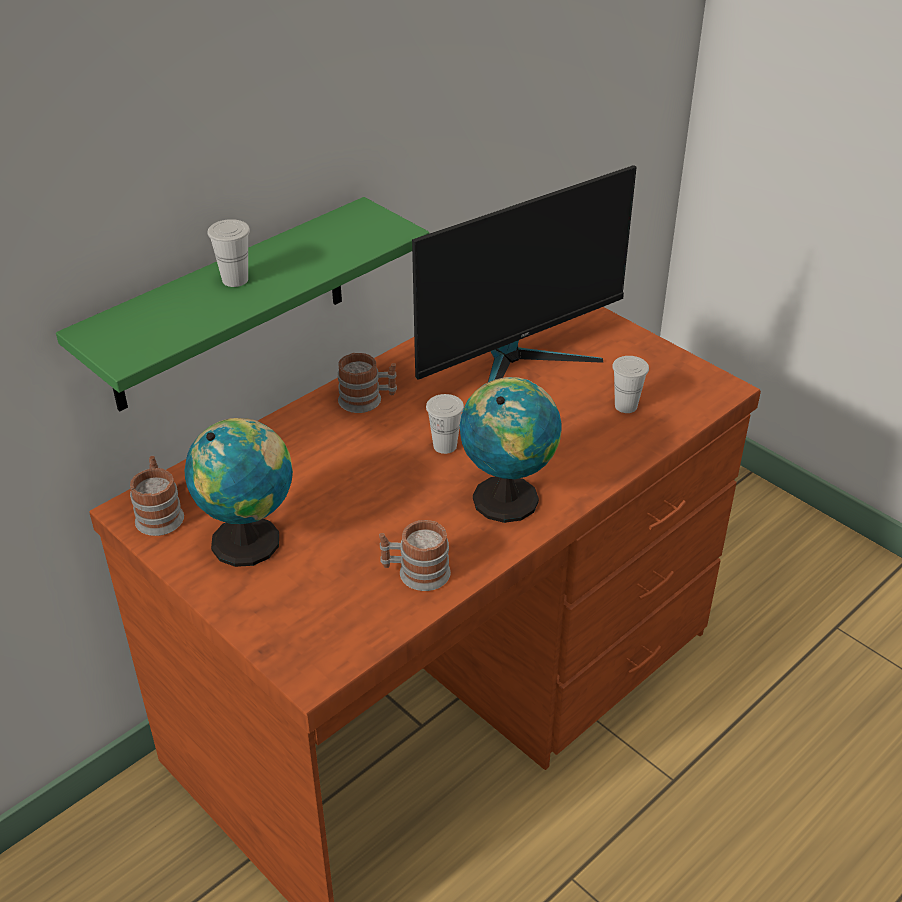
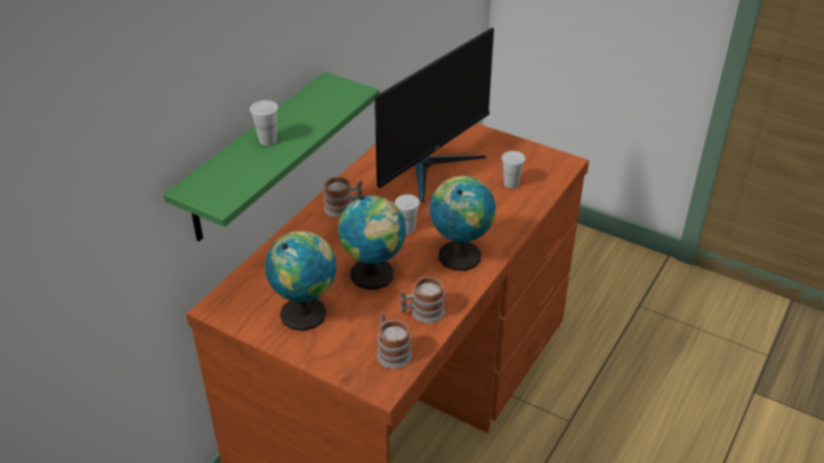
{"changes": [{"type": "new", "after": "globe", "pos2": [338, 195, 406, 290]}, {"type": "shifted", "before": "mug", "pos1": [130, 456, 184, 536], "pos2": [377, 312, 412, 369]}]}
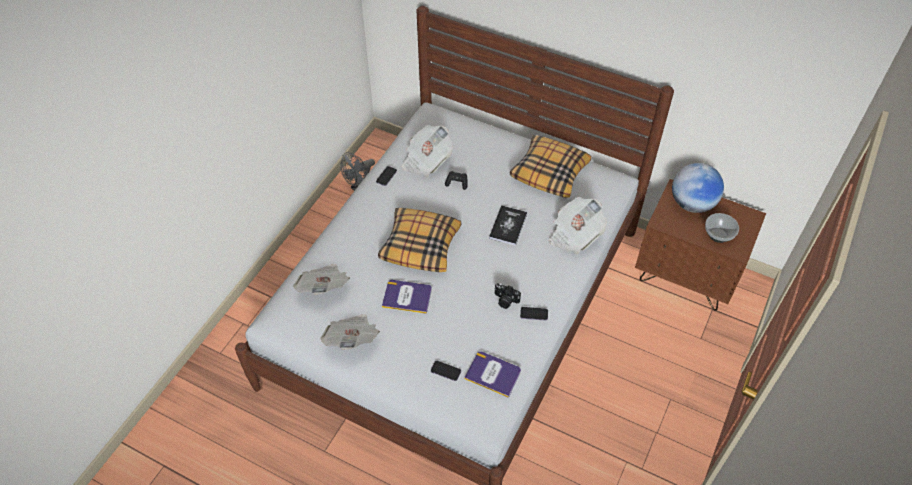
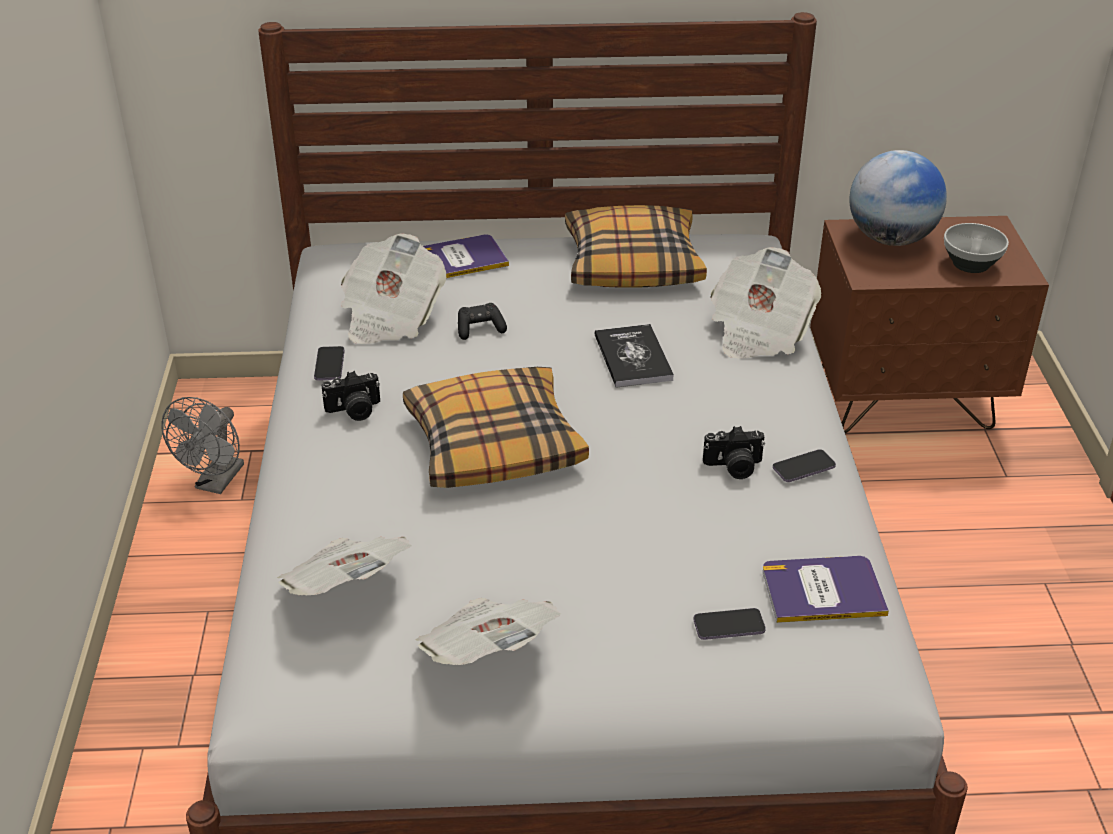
{"changes": [{"type": "new", "after": "still camera", "pos2": [321, 371, 380, 421]}, {"type": "shifted", "before": "volume", "pos1": [382, 280, 432, 314], "pos2": [423, 234, 509, 278]}]}
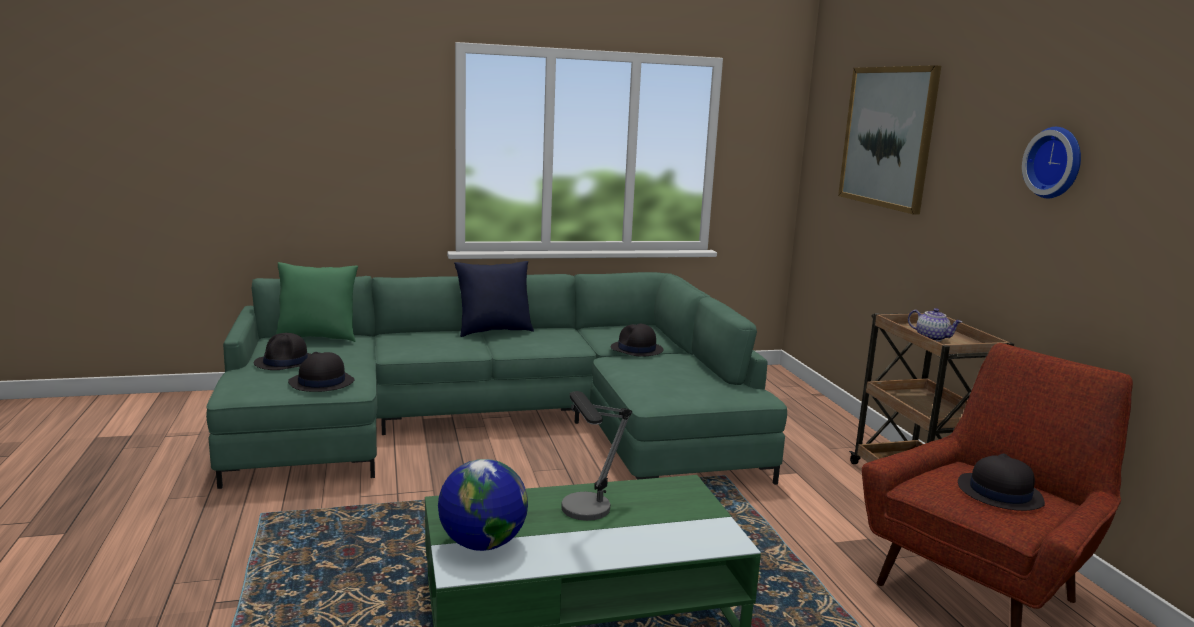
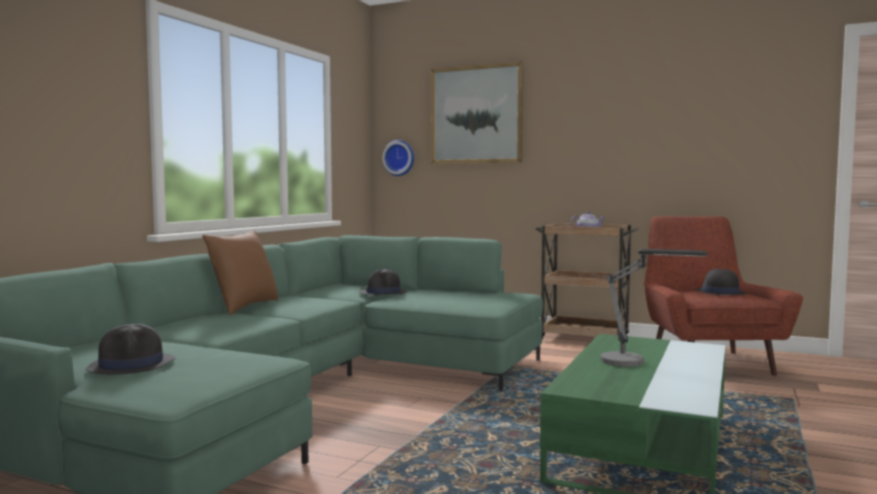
{"changes": [{"type": "repainted", "before": "cushion (bluish)", "after": "cushion (brown)", "pos1": [454, 261, 534, 337], "pos2": [202, 231, 279, 315]}, {"type": "shifted", "before": "hanging clock", "pos1": [1022, 127, 1081, 198], "pos2": [382, 140, 414, 176]}, {"type": "gone", "before": "cushion (greenish)", "pos1": [276, 262, 358, 342]}, {"type": "gone", "before": "hat (black)", "pos1": [288, 352, 354, 392]}, {"type": "gone", "before": "globe", "pos1": [438, 459, 528, 551]}]}
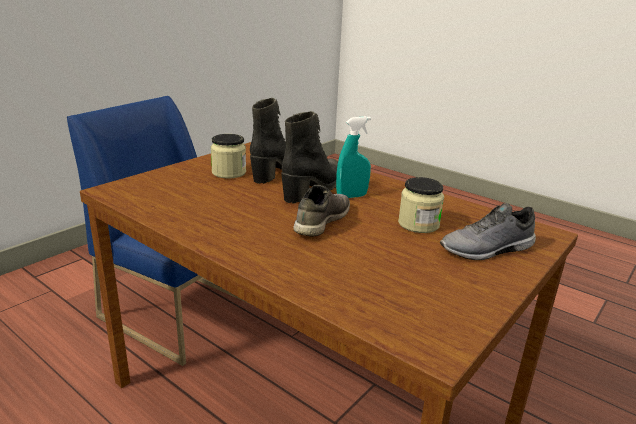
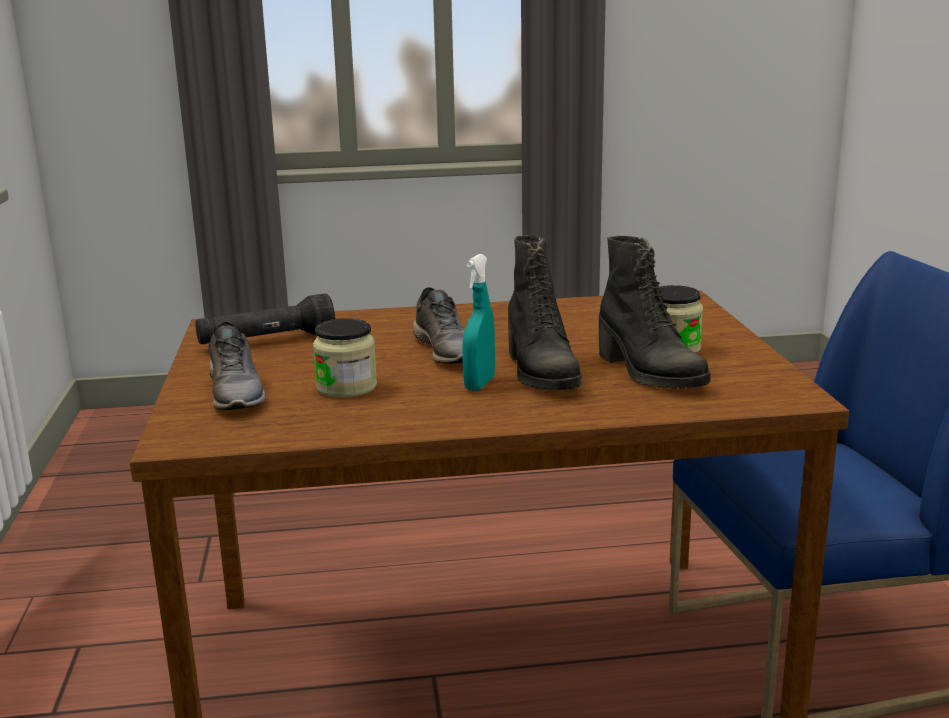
{"changes": [{"type": "new", "after": "torch (black)", "pos2": [195, 293, 335, 344]}, {"type": "rotated", "before": "item of footwear (grey)", "pos1": [440, 203, 536, 260], "pos2": [208, 321, 266, 410], "turn": 135}]}
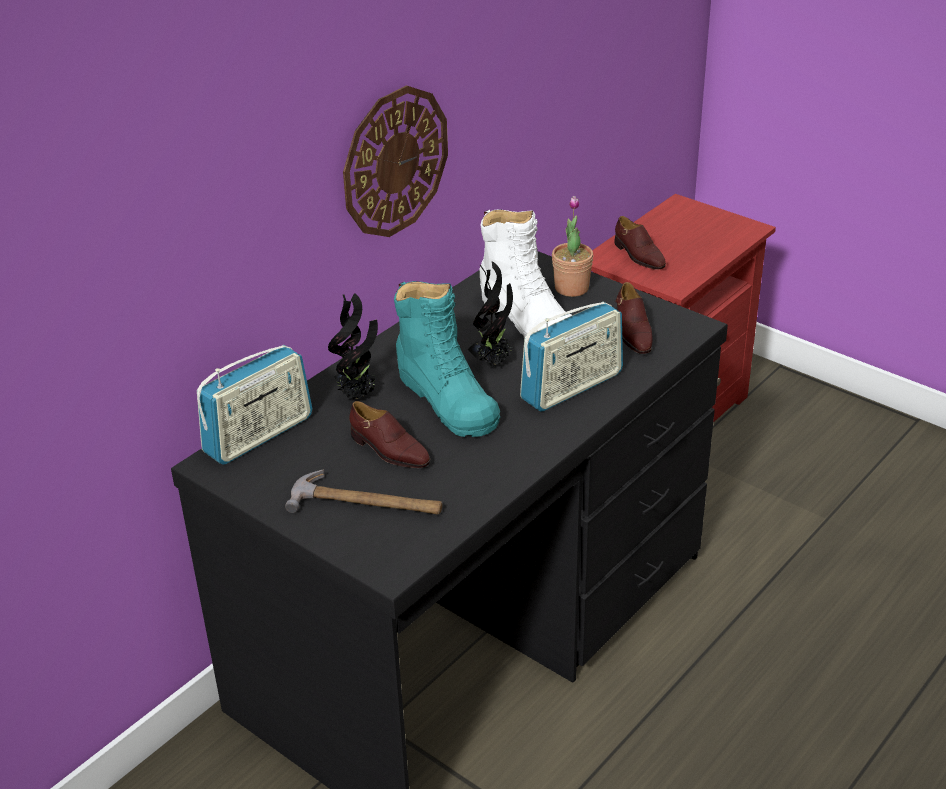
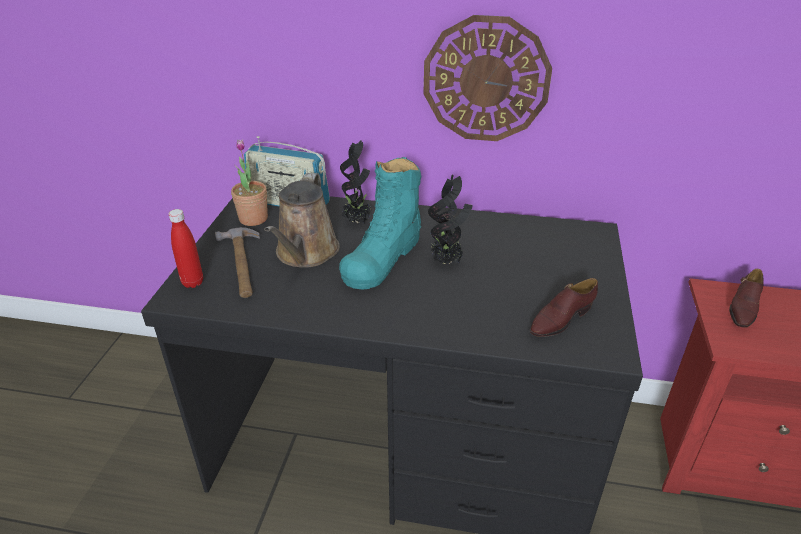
{"changes": [{"type": "new", "after": "drink bottle (reddish)", "pos2": [169, 209, 203, 288]}, {"type": "shifted", "before": "houseplant", "pos1": [552, 196, 593, 297], "pos2": [231, 140, 268, 226]}, {"type": "swapped", "before": "item of footwear (brown)", "after": "sprinkling can (brown)", "pos1": [350, 401, 430, 468], "pos2": [265, 173, 340, 268]}, {"type": "gone", "before": "high-top boot (white)", "pos1": [480, 209, 572, 338]}, {"type": "gone", "before": "radio receiver", "pos1": [520, 302, 623, 411]}]}
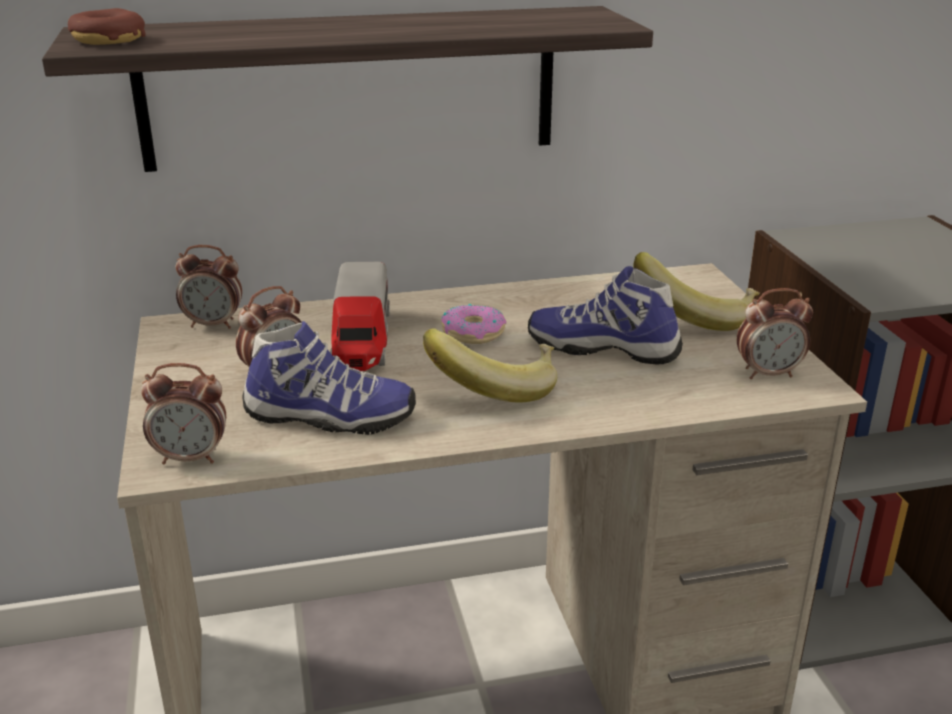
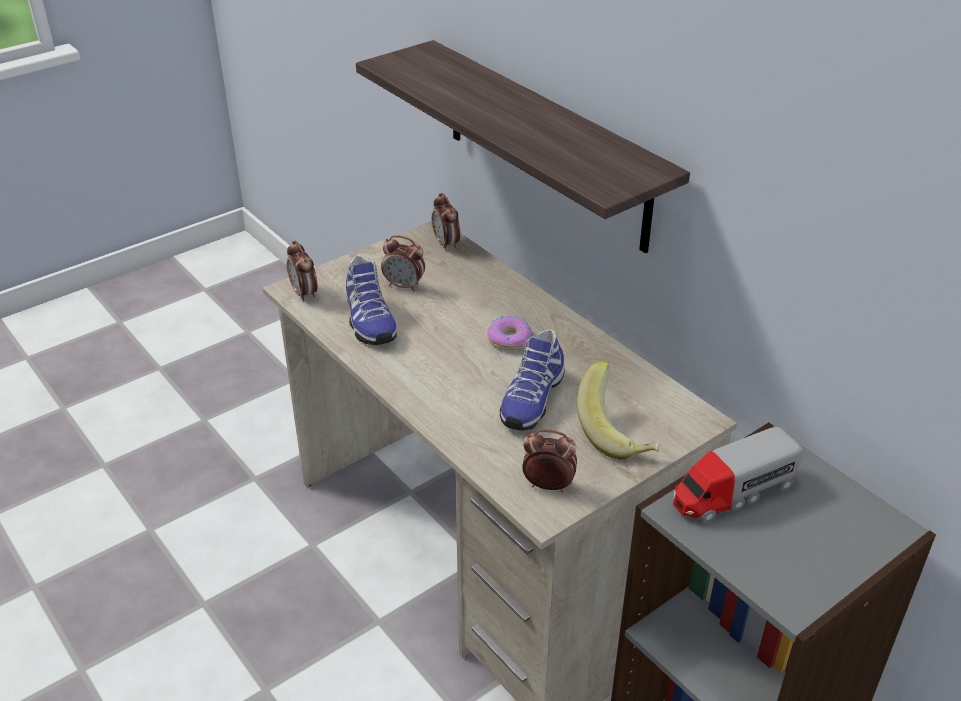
{"changes": [{"type": "rotated", "before": "item of footwear", "pos1": [528, 266, 683, 365], "pos2": [500, 329, 565, 430], "turn": -150}, {"type": "rotated", "before": "bedside clock", "pos1": [737, 288, 813, 379], "pos2": [522, 430, 577, 492], "turn": 135}, {"type": "shifted", "before": "model truck", "pos1": [330, 262, 390, 371], "pos2": [673, 427, 803, 523]}, {"type": "gone", "before": "donut", "pos1": [68, 8, 146, 45]}, {"type": "gone", "before": "whole banana", "pos1": [423, 328, 557, 403]}]}
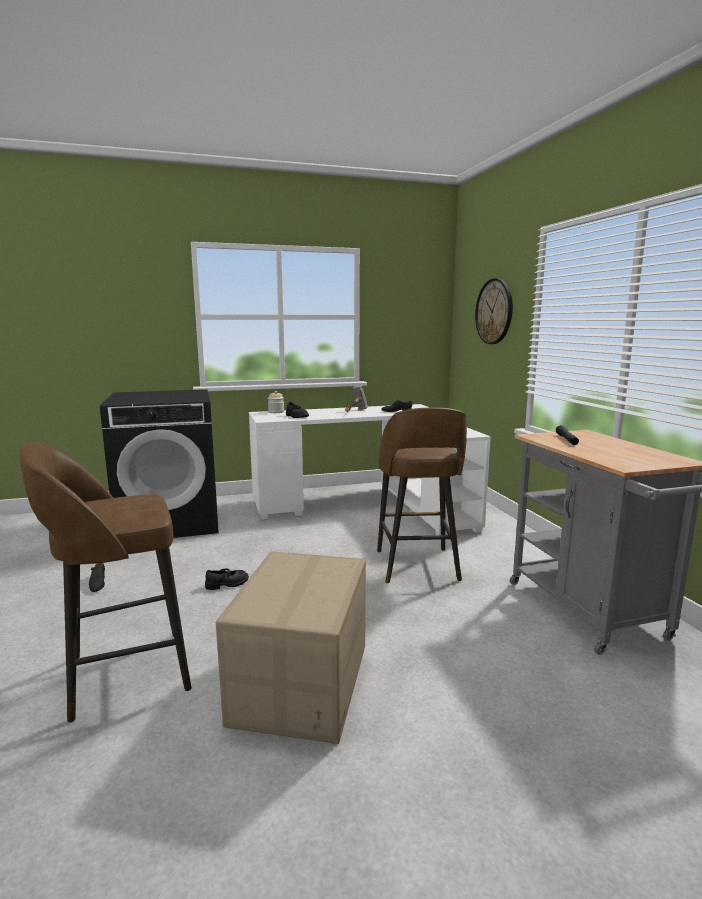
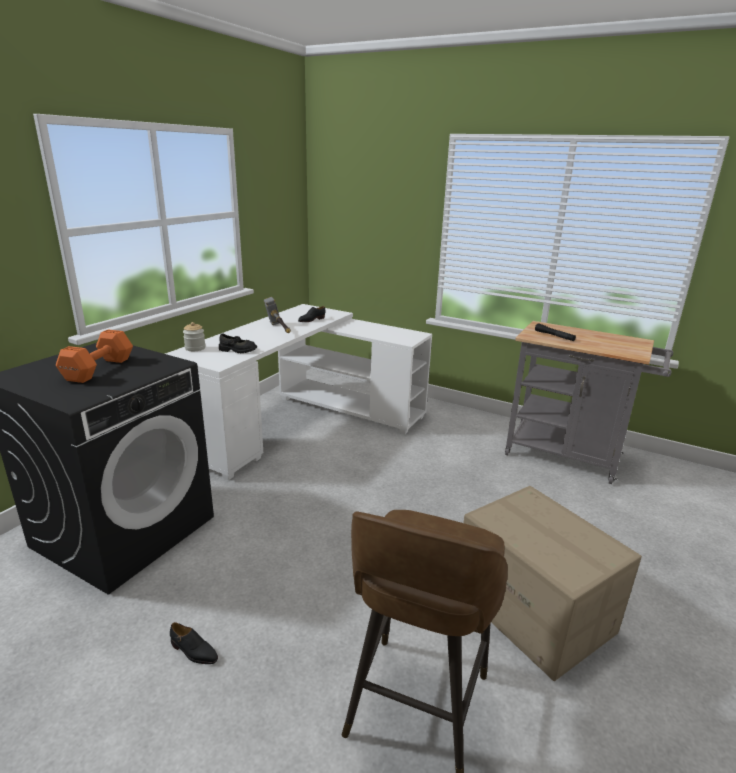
{"changes": [{"type": "new", "after": "dumbbell (orangey)", "pos2": [56, 330, 133, 383]}, {"type": "gone", "before": "item of footwear (black)", "pos1": [205, 568, 249, 590]}, {"type": "gone", "before": "stool (brown)", "pos1": [377, 407, 467, 583]}, {"type": "gone", "before": "hanging clock", "pos1": [475, 278, 513, 344]}]}
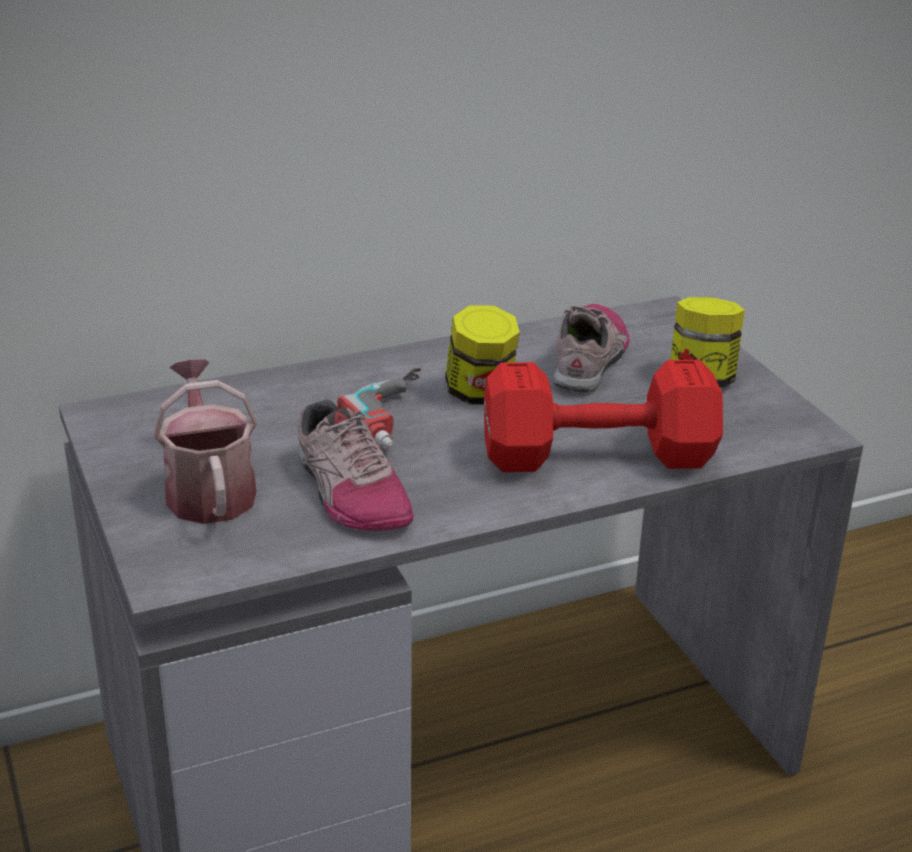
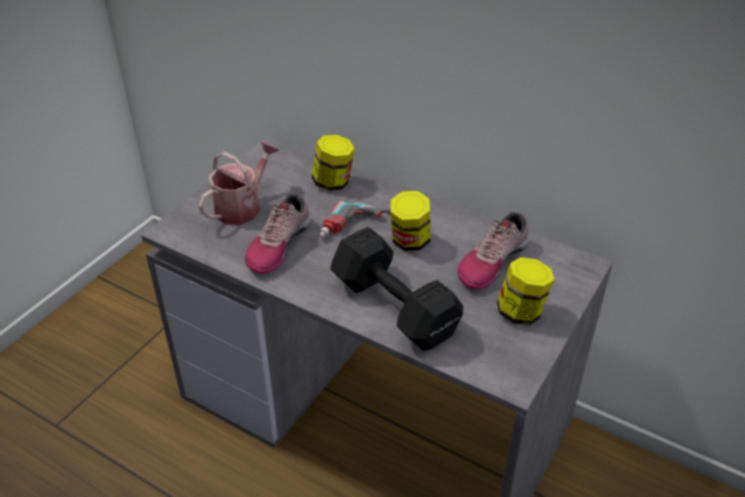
{"changes": [{"type": "new", "after": "preserve jar", "pos2": [312, 135, 355, 191]}, {"type": "repainted", "before": "dumbbell (reddish)", "after": "dumbbell (black)", "pos1": [484, 360, 723, 472], "pos2": [330, 227, 463, 351]}, {"type": "rotated", "before": "item of footwear", "pos1": [554, 304, 630, 393], "pos2": [458, 212, 530, 289], "turn": 150}]}
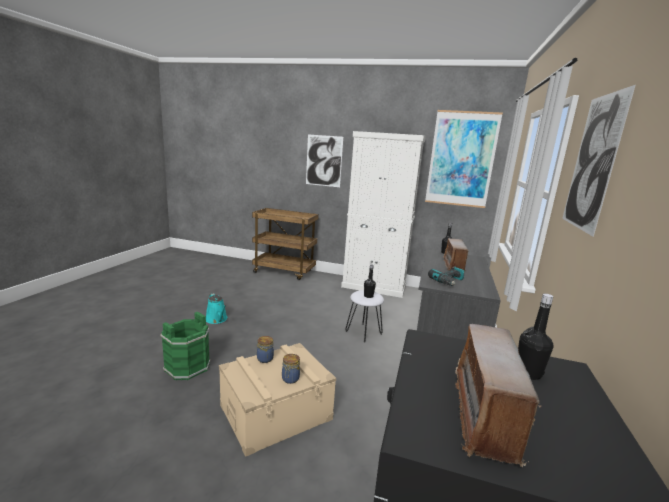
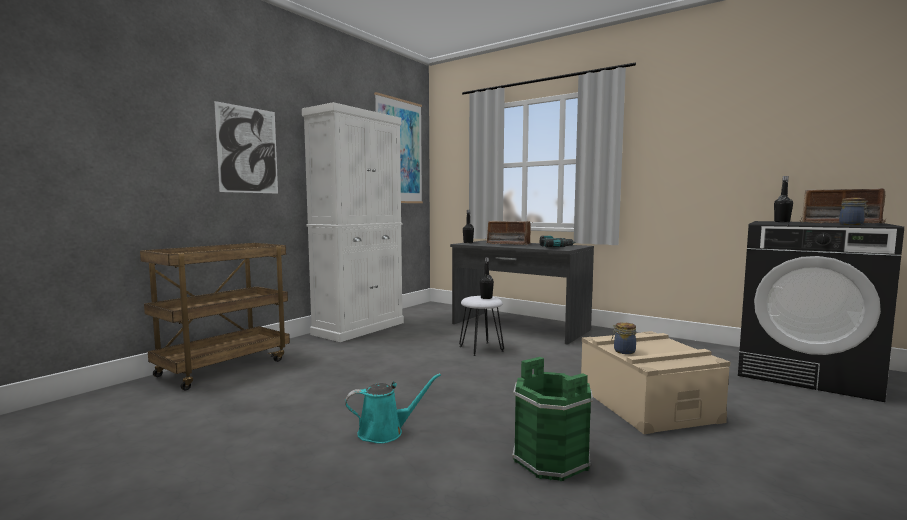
{"changes": [{"type": "shifted", "before": "preserve jar", "pos1": [282, 354, 300, 384], "pos2": [839, 198, 868, 225]}, {"type": "gone", "before": "wall picture", "pos1": [562, 85, 636, 237]}]}
